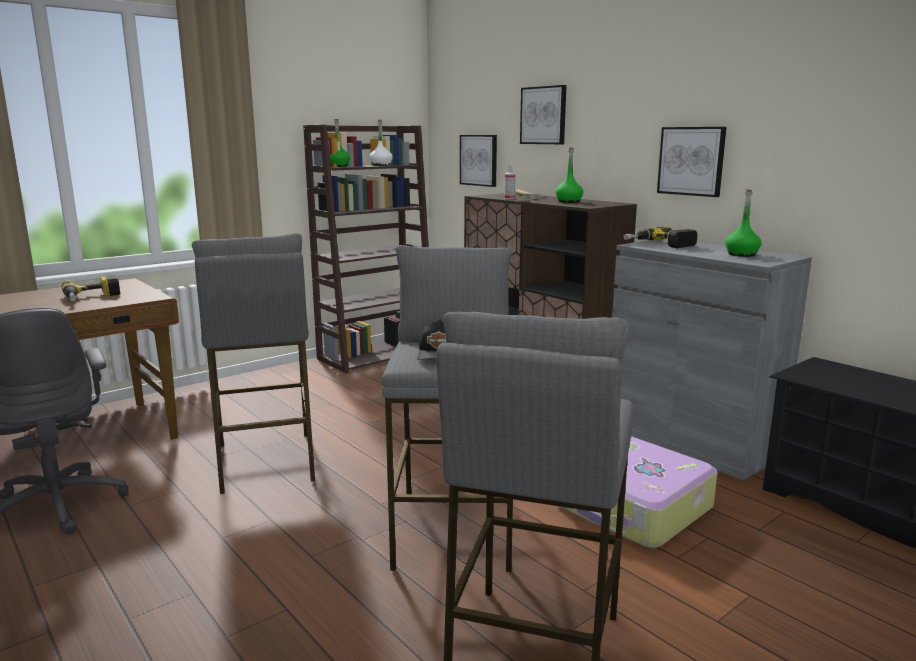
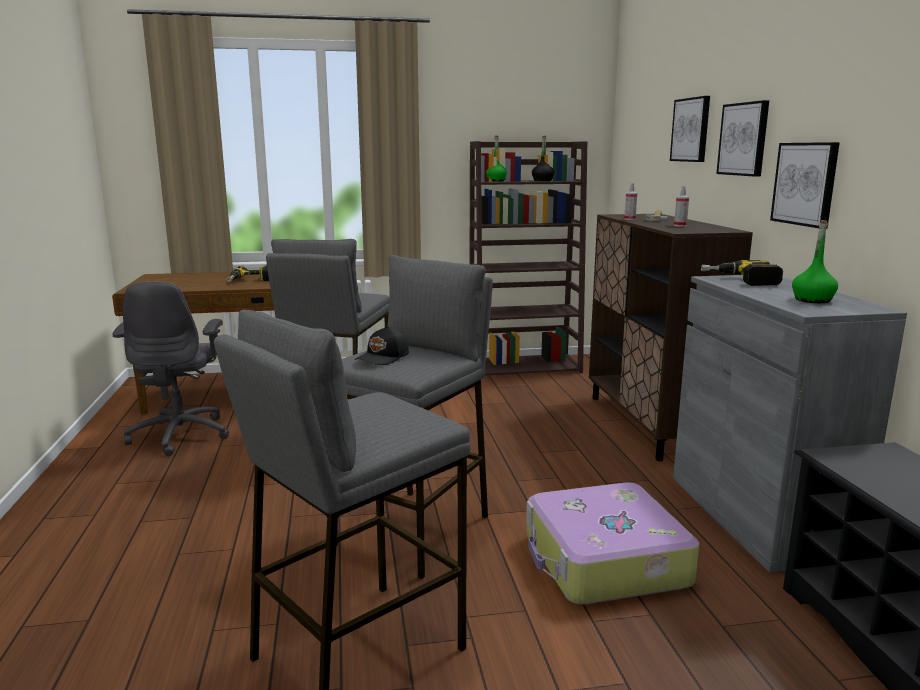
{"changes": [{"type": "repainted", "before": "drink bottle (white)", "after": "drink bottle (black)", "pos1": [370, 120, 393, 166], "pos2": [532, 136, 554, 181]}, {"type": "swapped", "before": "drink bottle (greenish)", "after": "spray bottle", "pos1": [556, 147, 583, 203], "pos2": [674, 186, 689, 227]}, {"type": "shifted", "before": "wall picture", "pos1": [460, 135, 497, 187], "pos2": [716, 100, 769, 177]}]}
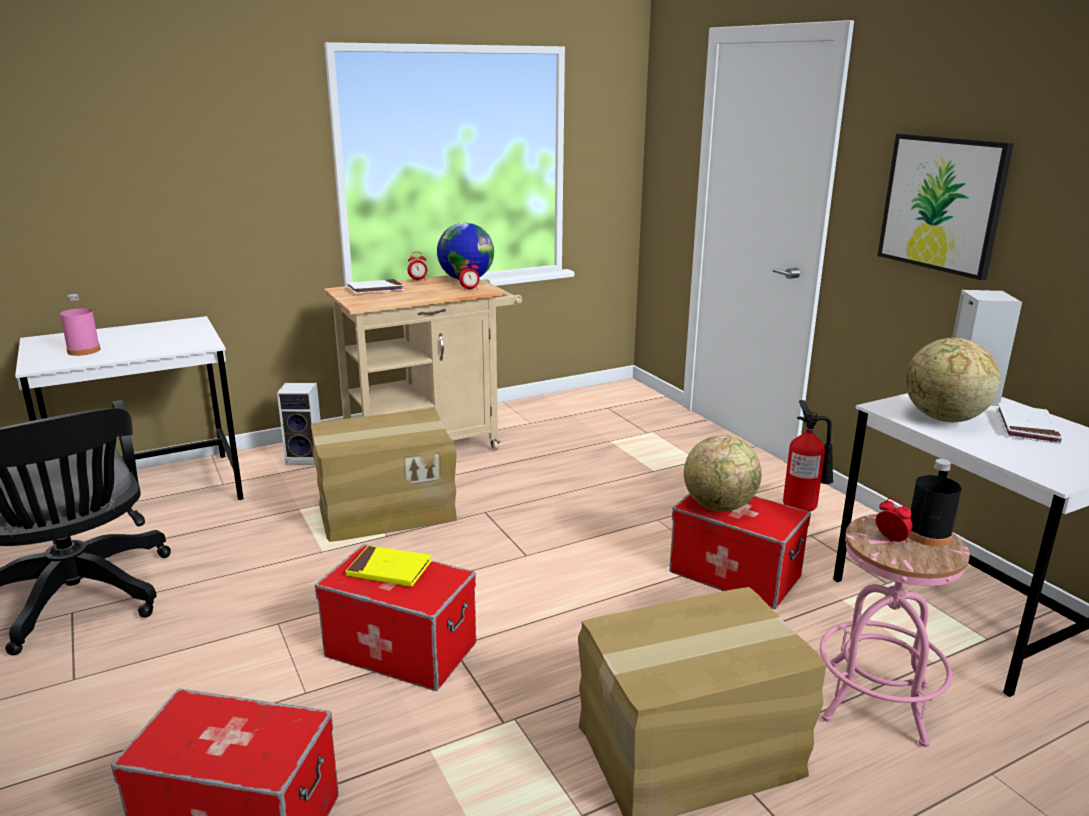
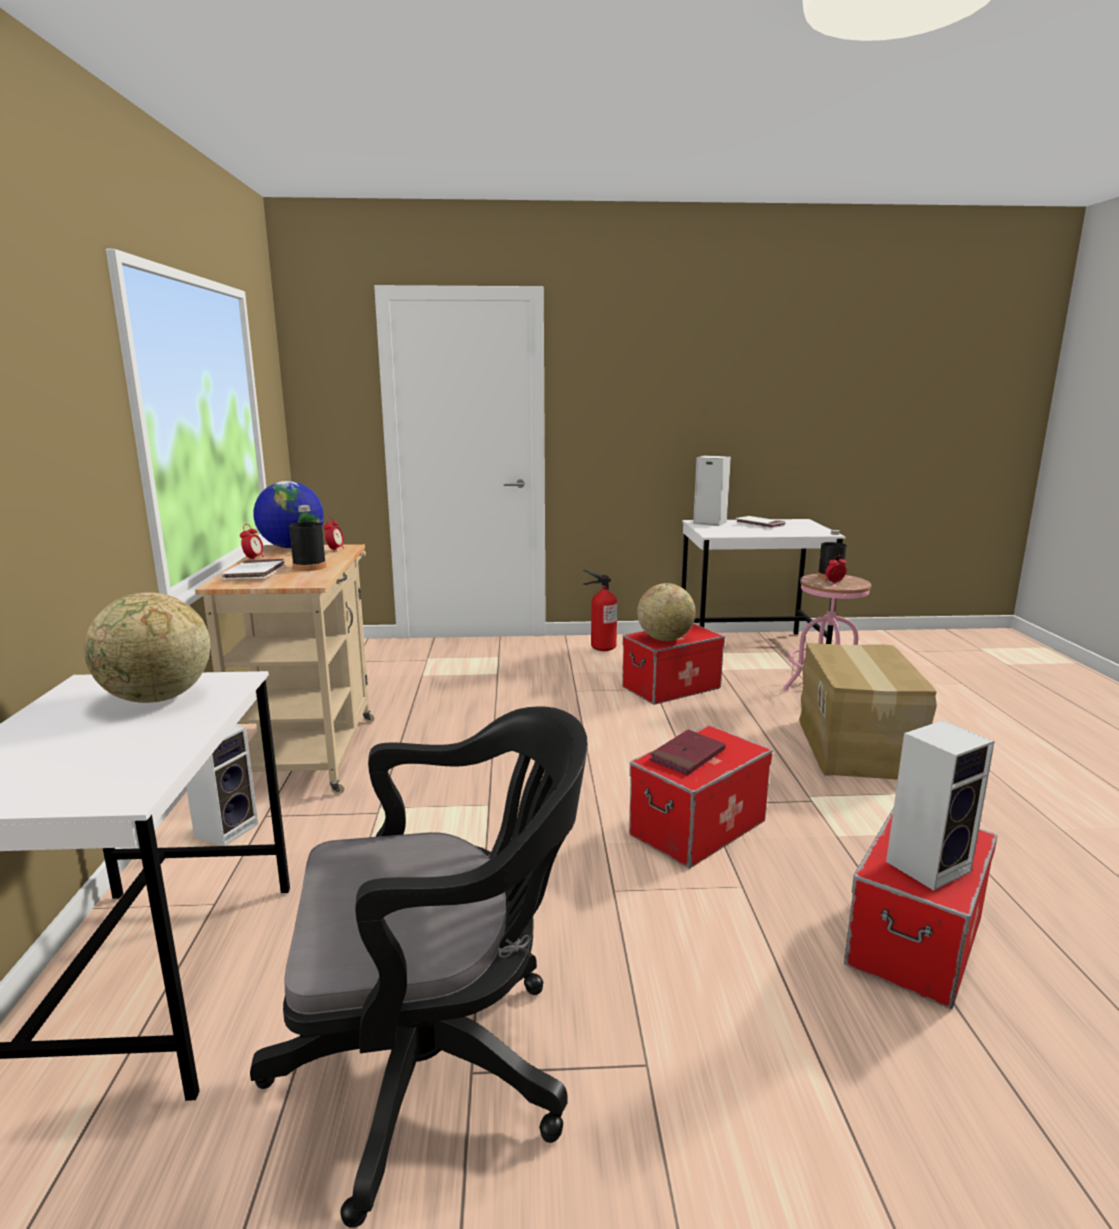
{"changes": [{"type": "shifted", "before": "globe", "pos1": [906, 338, 1000, 422], "pos2": [84, 592, 210, 703]}, {"type": "new", "after": "drink bottle (black)", "pos2": [289, 505, 326, 571]}, {"type": "repainted", "before": "volume (yellow-coloured)", "after": "volume (reddish)", "pos1": [346, 546, 432, 587], "pos2": [649, 730, 726, 775]}, {"type": "new", "after": "speaker", "pos2": [886, 720, 995, 890]}, {"type": "gone", "before": "drink bottle (pink)", "pos1": [60, 294, 100, 356]}, {"type": "gone", "before": "cardboard box", "pos1": [311, 408, 457, 542]}, {"type": "gone", "before": "wall picture", "pos1": [878, 134, 1014, 280]}]}
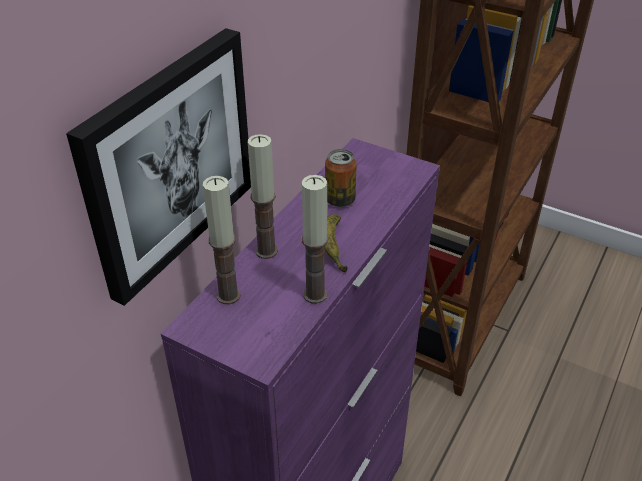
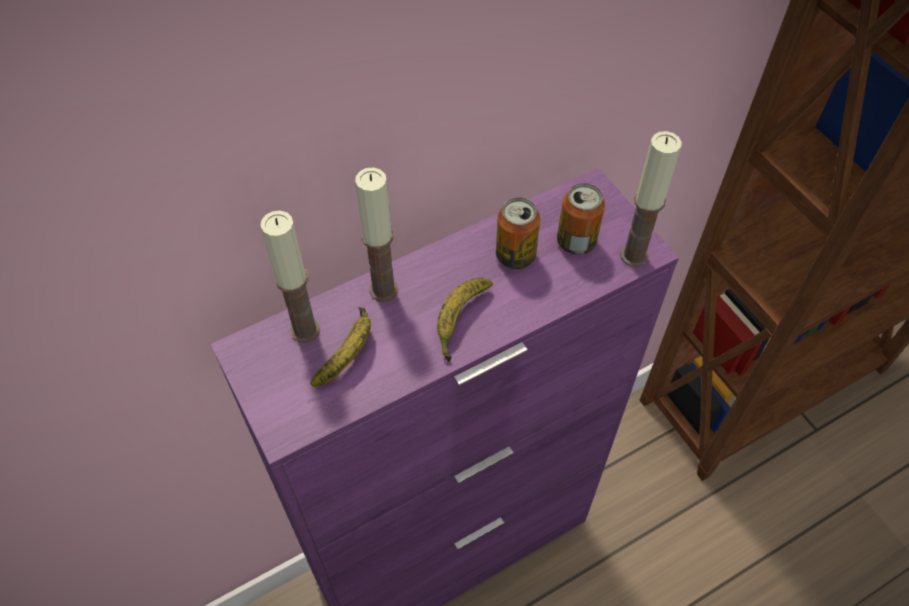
{"changes": [{"type": "new", "after": "whole banana", "pos2": [310, 307, 371, 387]}, {"type": "new", "after": "can", "pos2": [557, 183, 605, 255]}, {"type": "shifted", "before": "candle", "pos1": [302, 175, 328, 304], "pos2": [620, 131, 682, 267]}, {"type": "gone", "before": "wall picture", "pos1": [66, 28, 251, 306]}]}
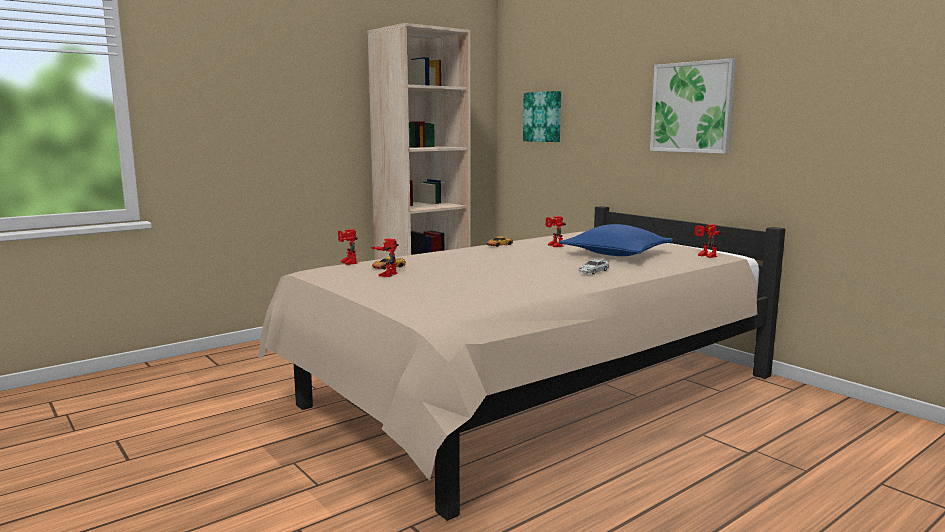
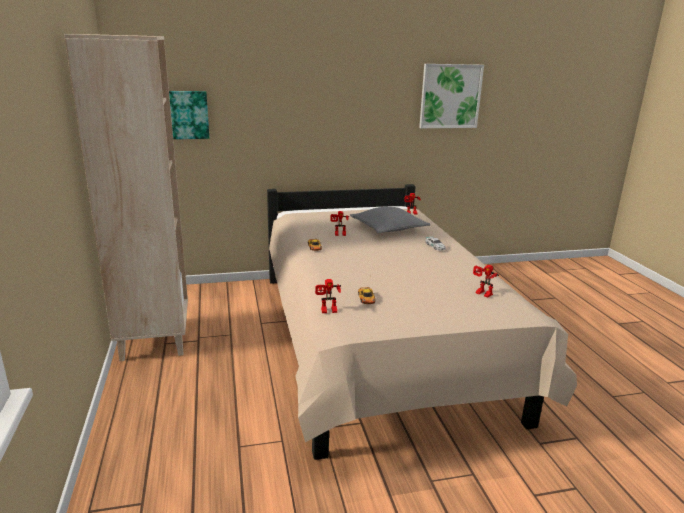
{"changes": [{"type": "repainted", "before": "cushion (bluish)", "after": "cushion (grey)", "pos1": [559, 224, 673, 256], "pos2": [350, 207, 430, 233]}, {"type": "shifted", "before": "wall picture", "pos1": [650, 58, 736, 154], "pos2": [419, 64, 484, 128]}, {"type": "shifted", "before": "model robot", "pos1": [371, 238, 399, 277], "pos2": [473, 265, 499, 298]}]}
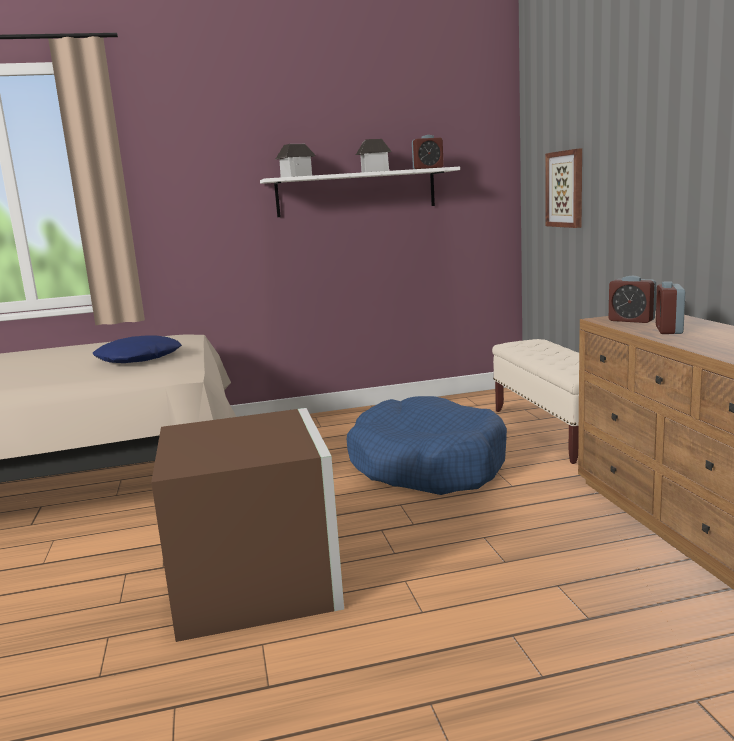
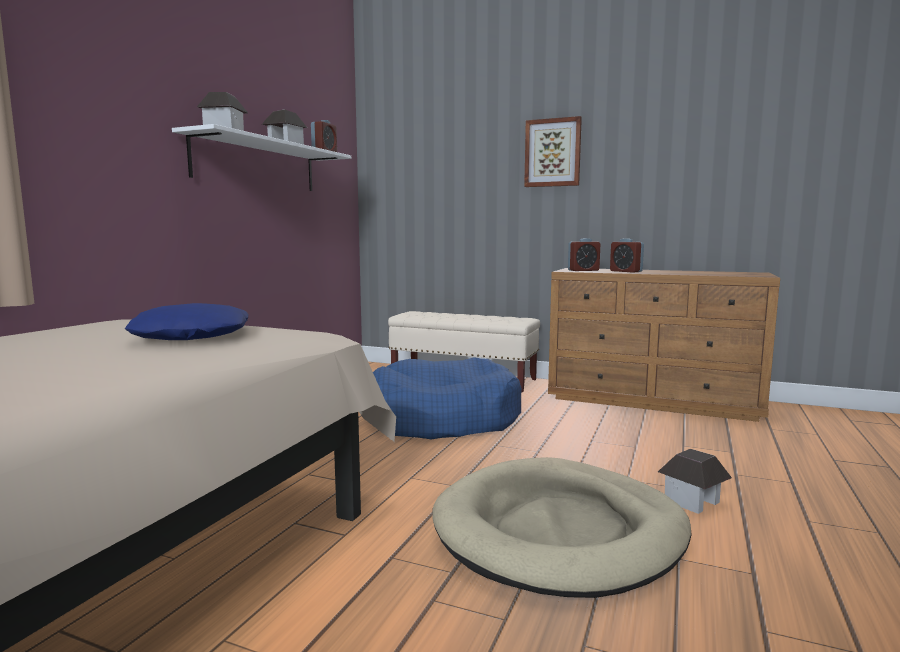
{"changes": [{"type": "swapped", "before": "storage bin (brown)", "after": "pet bed (beige)", "pos1": [151, 408, 344, 642], "pos2": [433, 457, 692, 598]}, {"type": "shifted", "before": "wall picture", "pos1": [545, 148, 582, 228], "pos2": [524, 116, 582, 187]}, {"type": "new", "after": "miniature house", "pos2": [658, 449, 732, 514]}]}
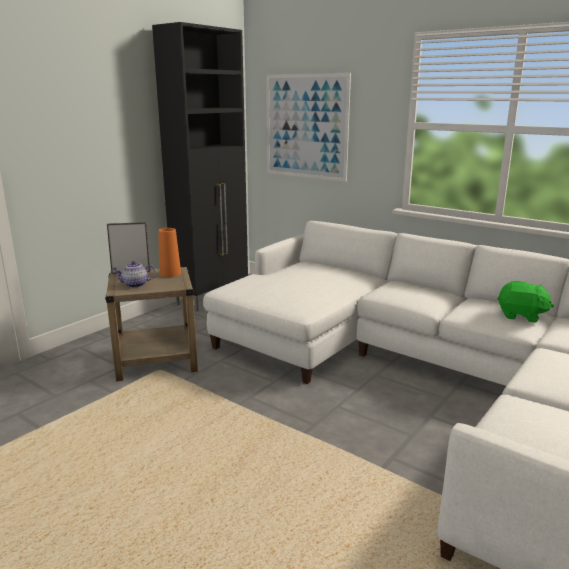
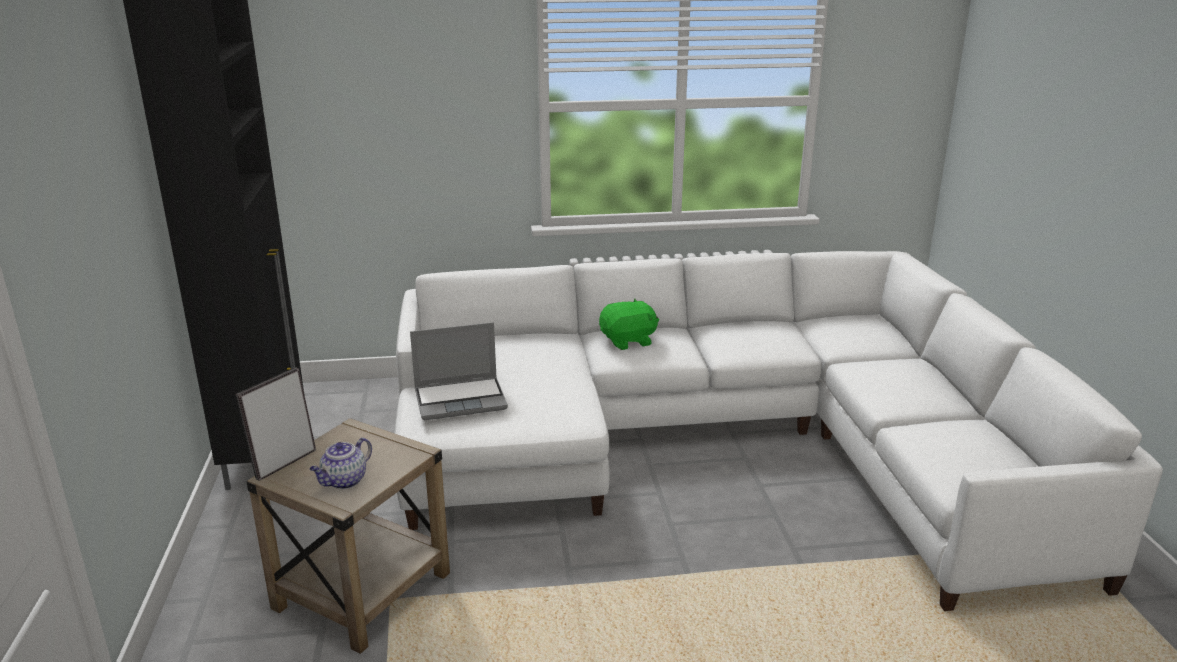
{"changes": [{"type": "new", "after": "laptop", "pos2": [410, 322, 508, 420]}, {"type": "shifted", "before": "cuddly toy (greenish)", "pos1": [497, 282, 554, 323], "pos2": [599, 299, 659, 350]}, {"type": "gone", "before": "decorative vase (orangey)", "pos1": [158, 228, 181, 277]}, {"type": "gone", "before": "wall picture", "pos1": [266, 73, 351, 182]}]}
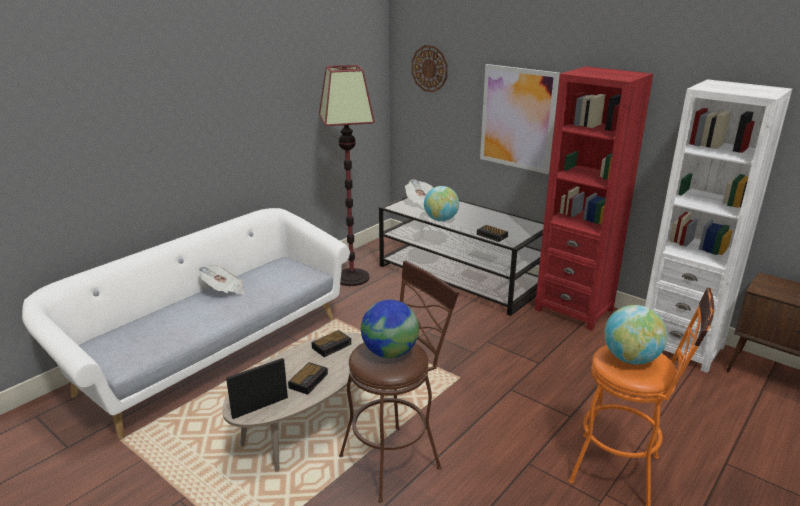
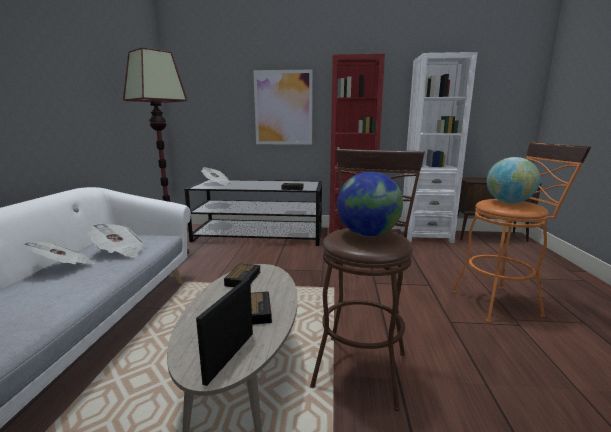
{"changes": [{"type": "new", "after": "daily paper", "pos2": [88, 223, 145, 257]}, {"type": "gone", "before": "hanging clock", "pos1": [411, 45, 448, 92]}, {"type": "gone", "before": "globe", "pos1": [424, 186, 459, 221]}]}
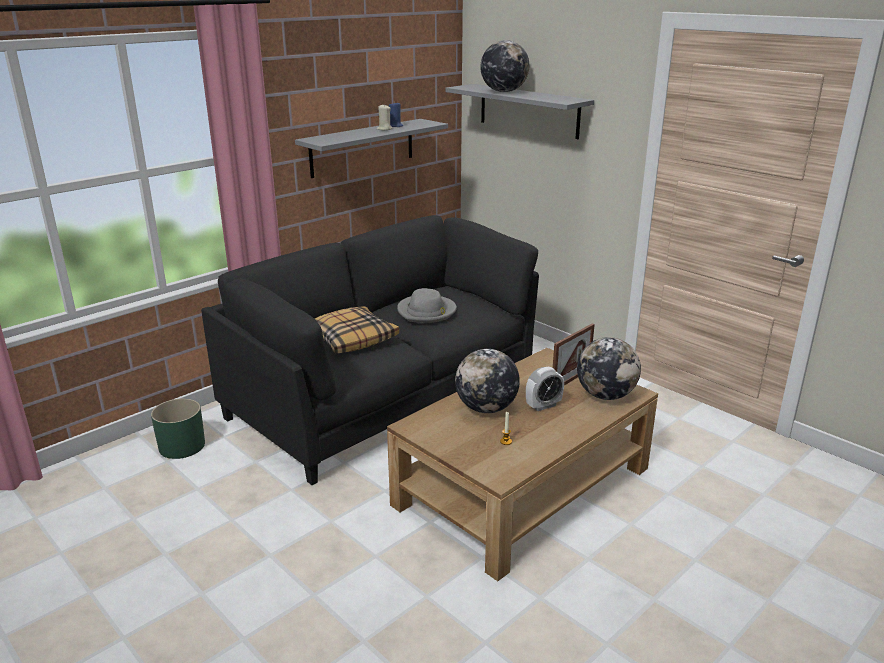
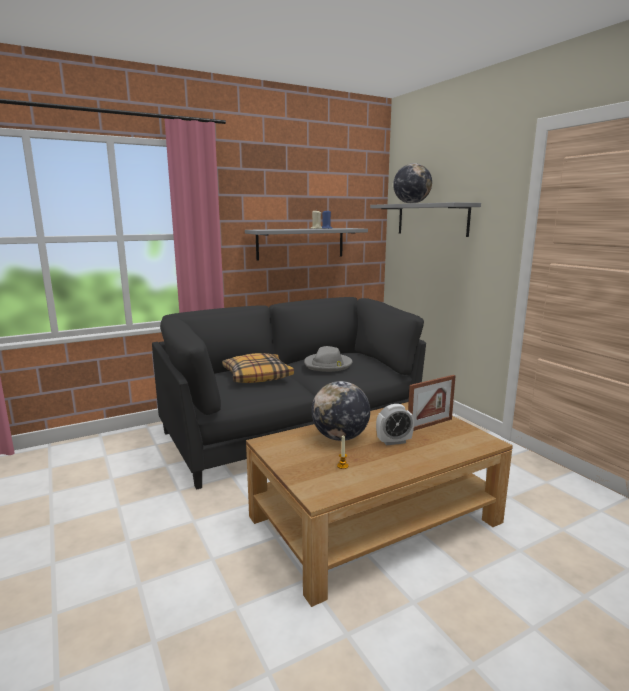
{"changes": [{"type": "gone", "before": "flower pot (greenish)", "pos1": [151, 398, 205, 459]}, {"type": "gone", "before": "globe", "pos1": [577, 337, 641, 400]}]}
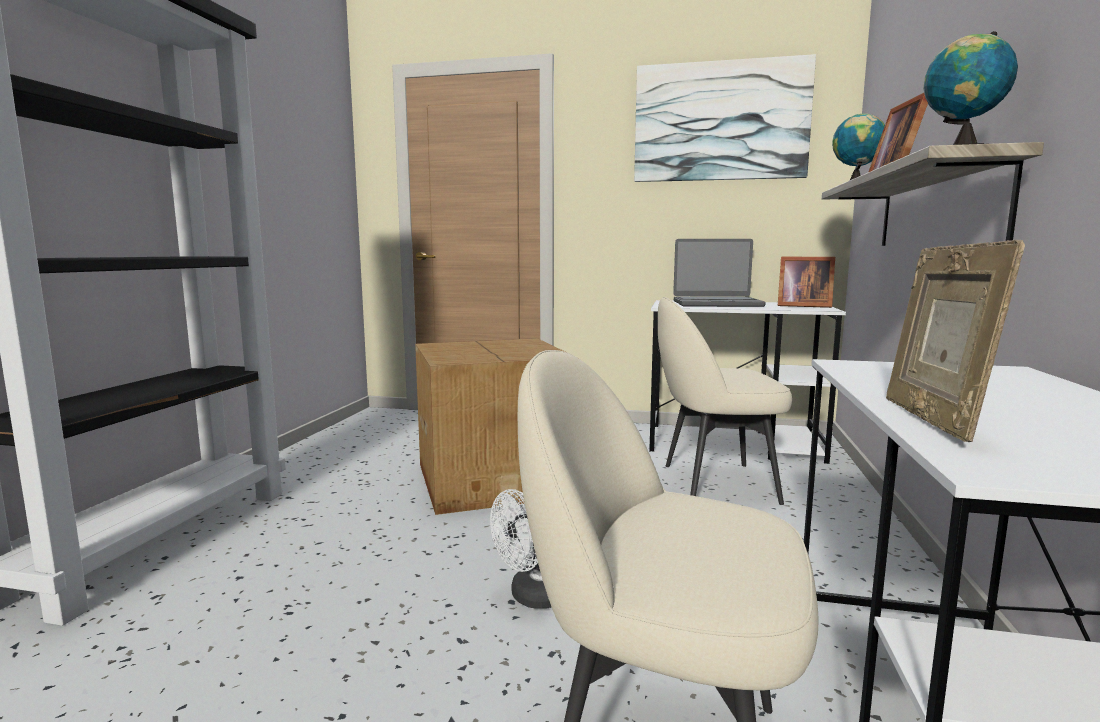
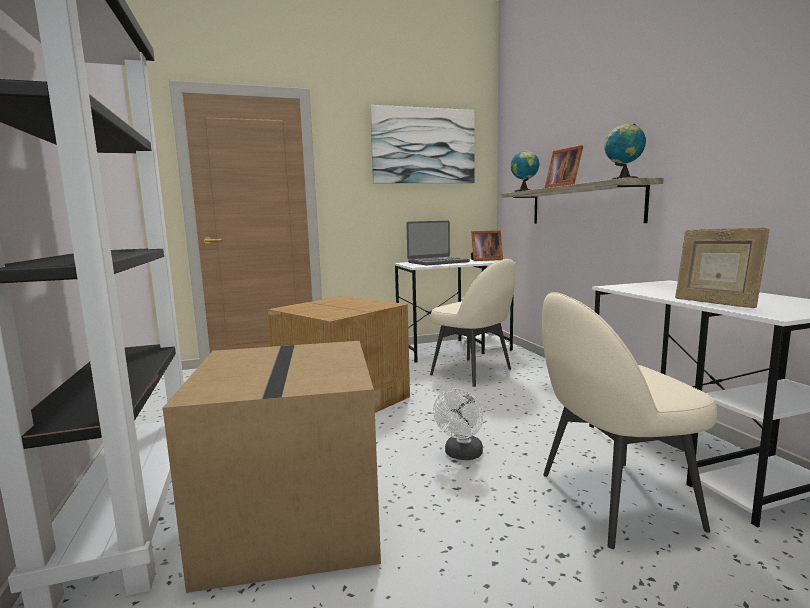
{"changes": [{"type": "new", "after": "cardboard box", "pos2": [163, 341, 381, 593]}, {"type": "rotated", "before": "upright chair (beige)", "pos1": [658, 297, 792, 505], "pos2": [430, 259, 515, 387], "turn": -105}]}
